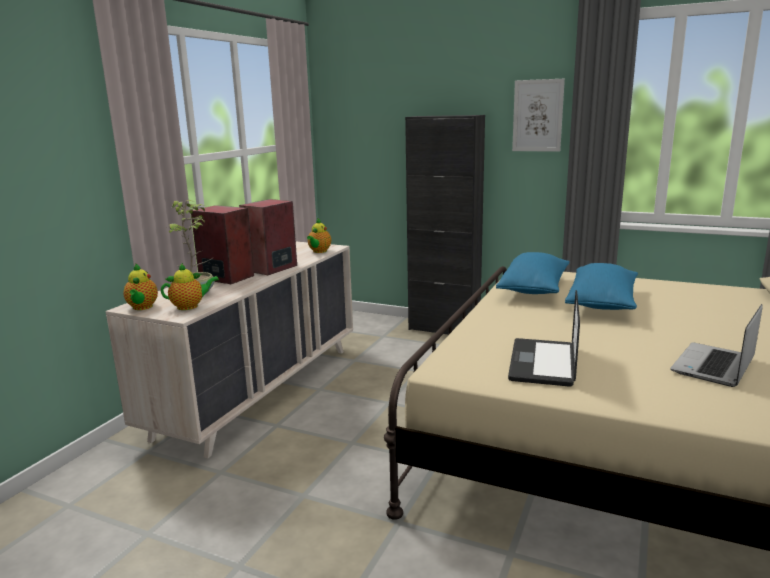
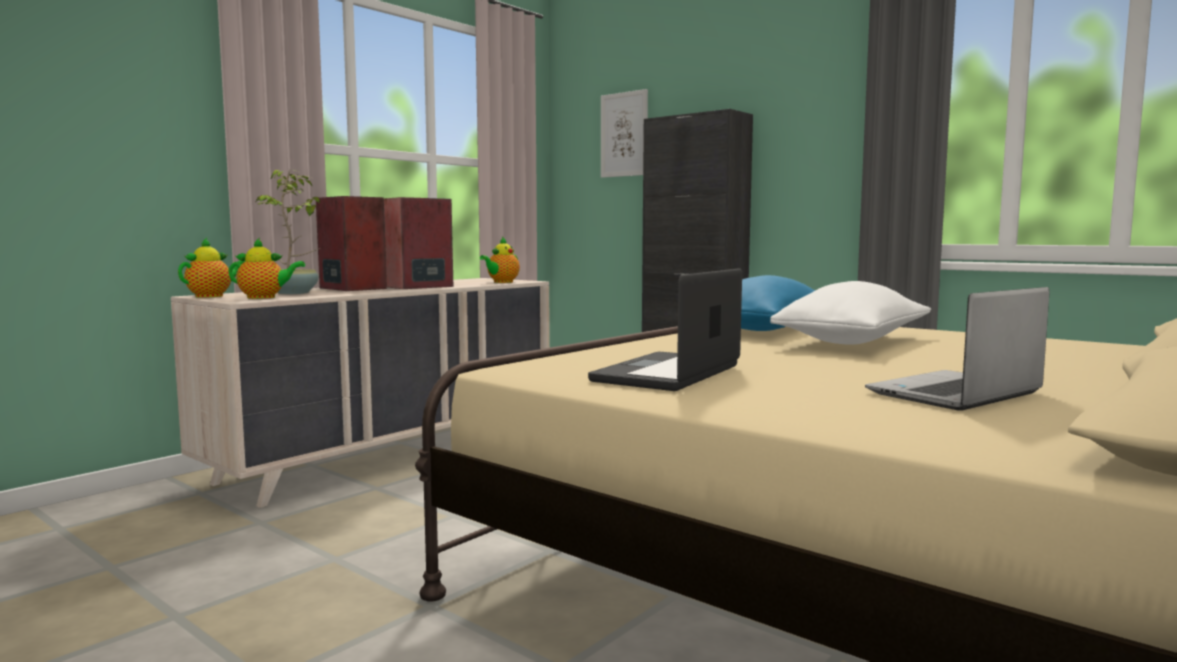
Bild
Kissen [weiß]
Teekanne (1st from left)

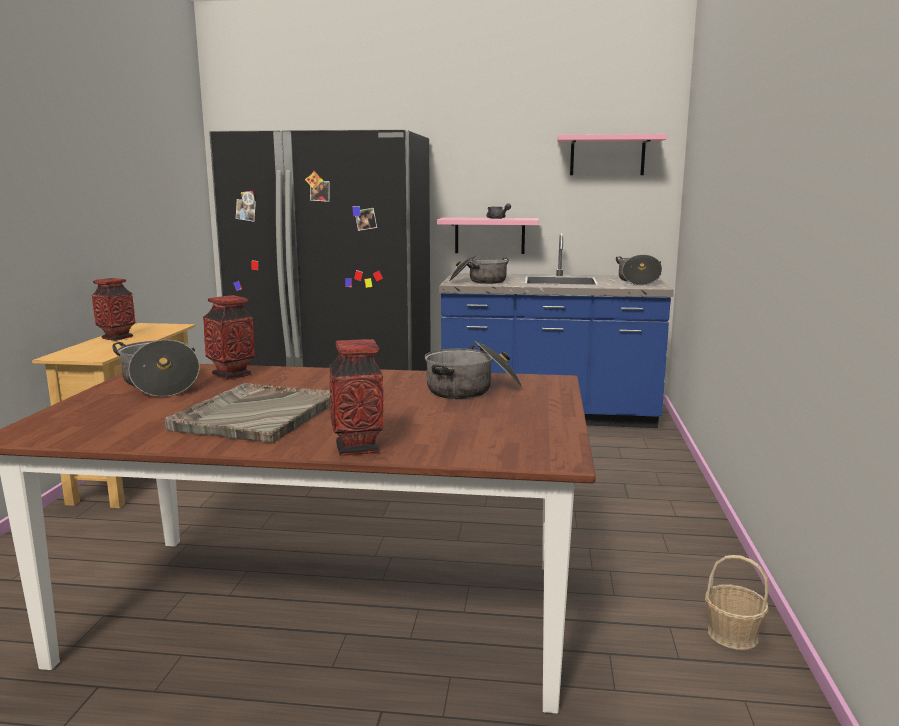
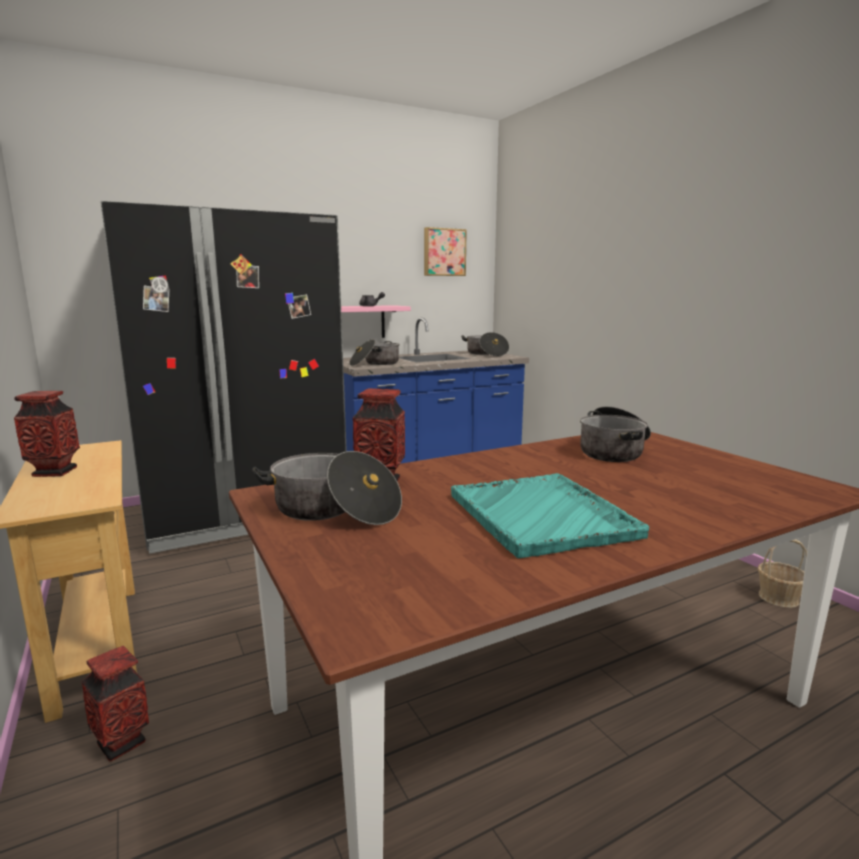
Bild
Vase (2nd from left)
Tablett [türkis]

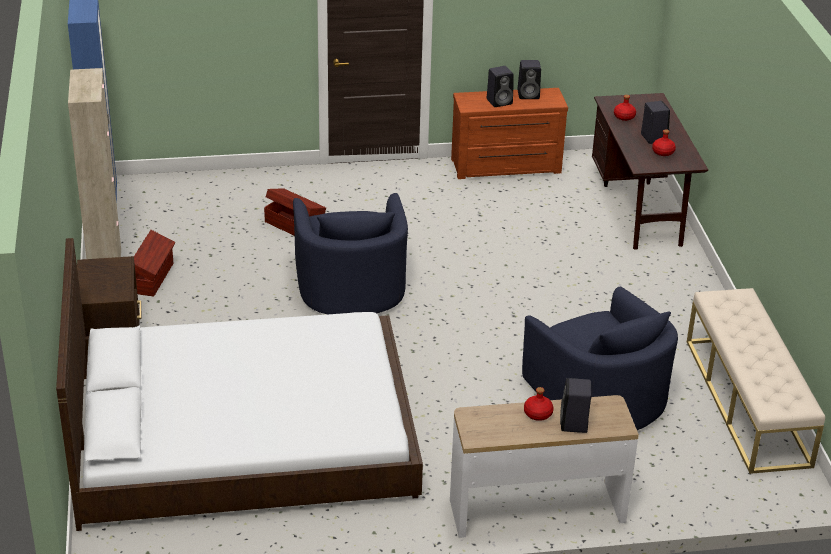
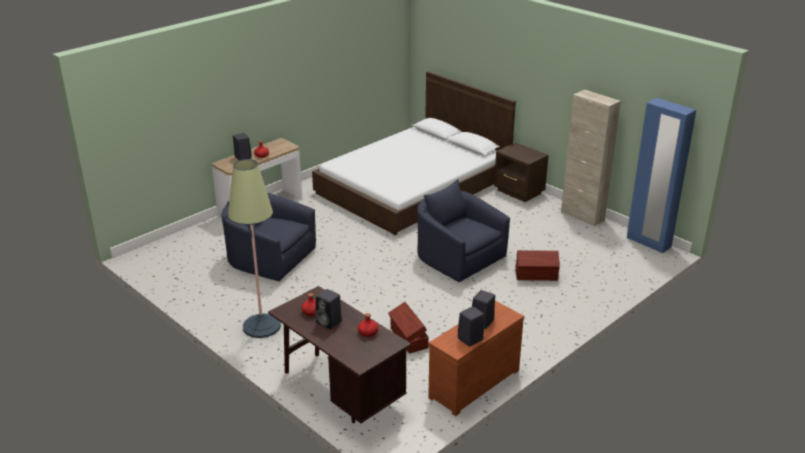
Aufbewahrungsbox [braun] (1st from left)
Bank [beige]
Stehlampe

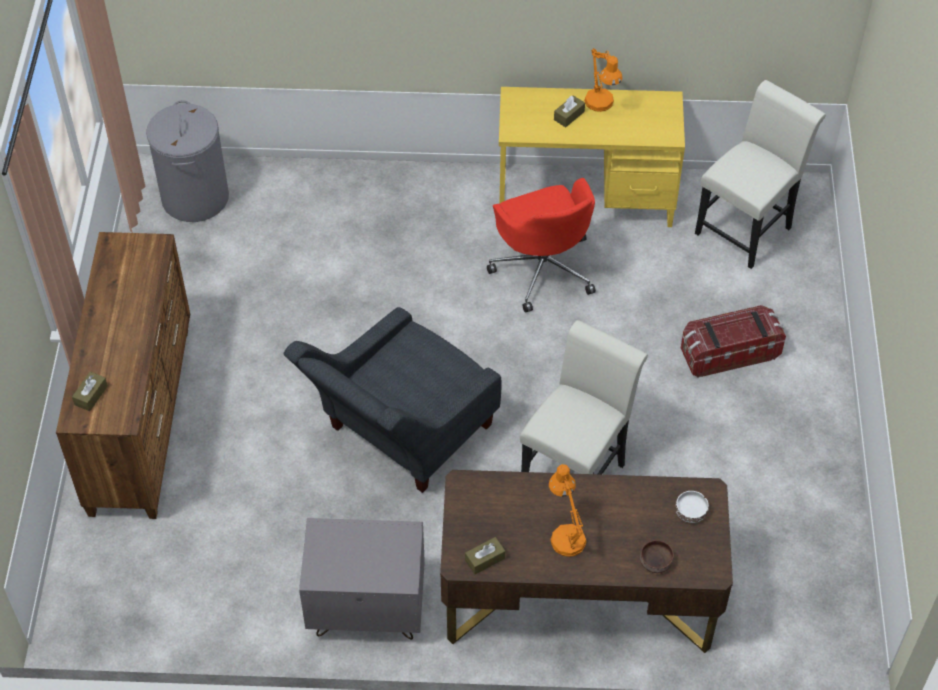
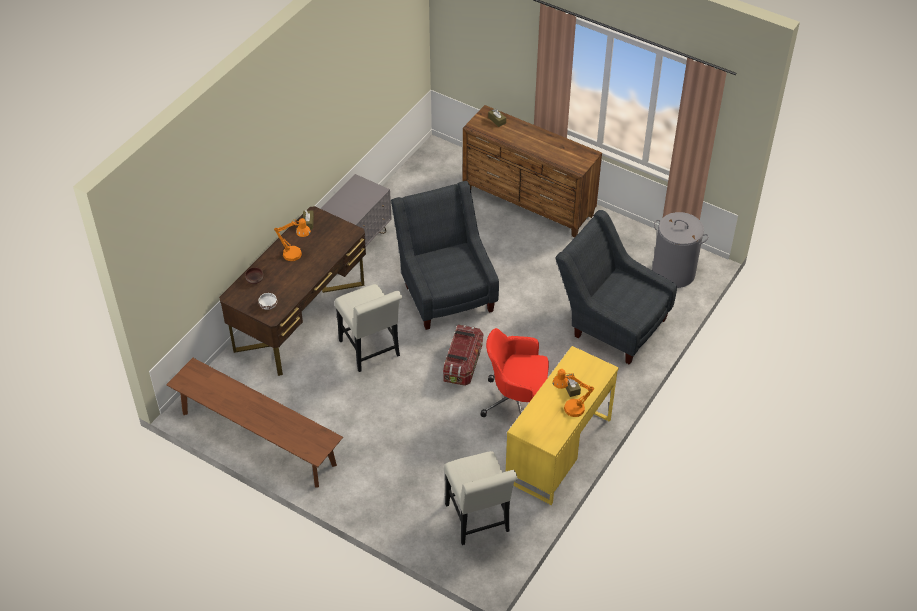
Aufbewahrungsbox
Sessel [grau] (2nd from left)
Bank [braun]

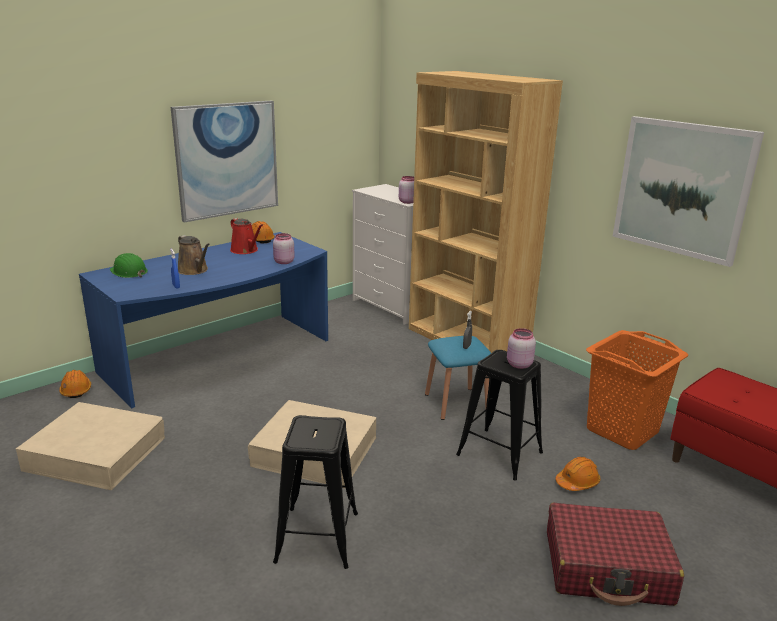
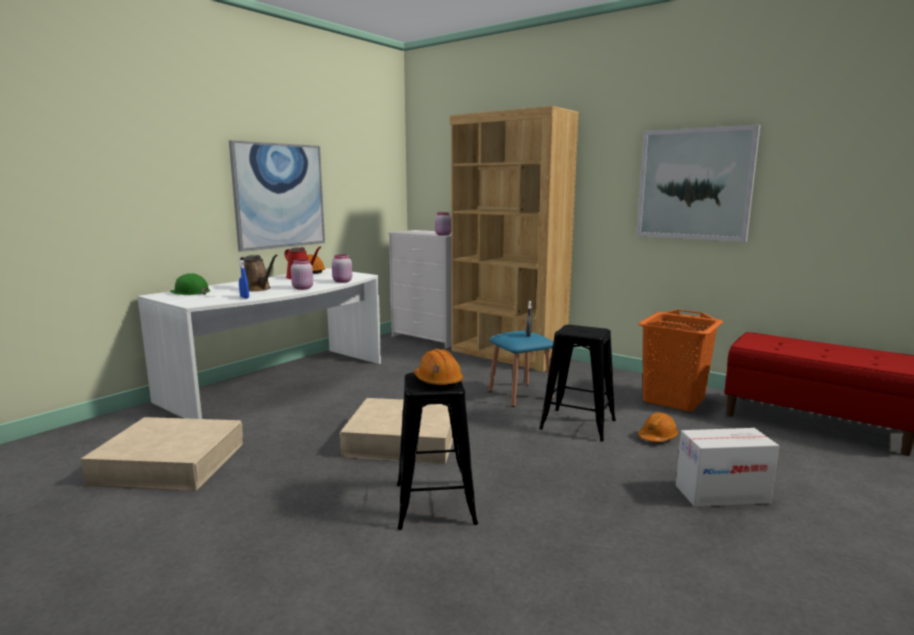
Schreibtisch [weiß]
Vorratsglas [rosa] (1st from left)
Schutzhelm [orange] (2nd from left)
Karton

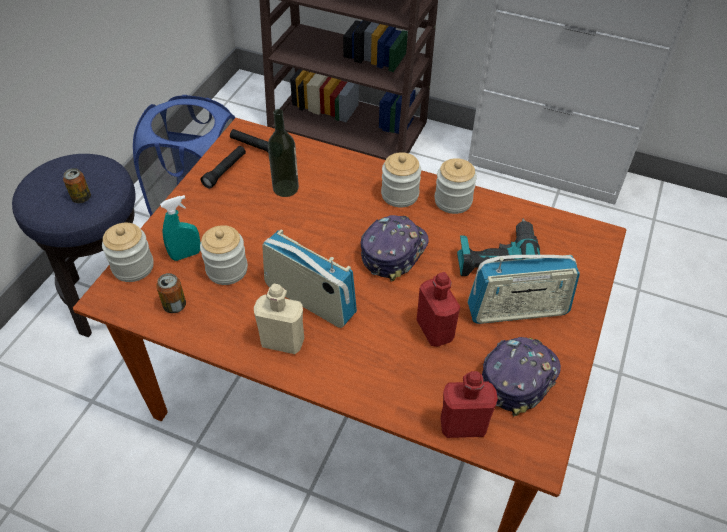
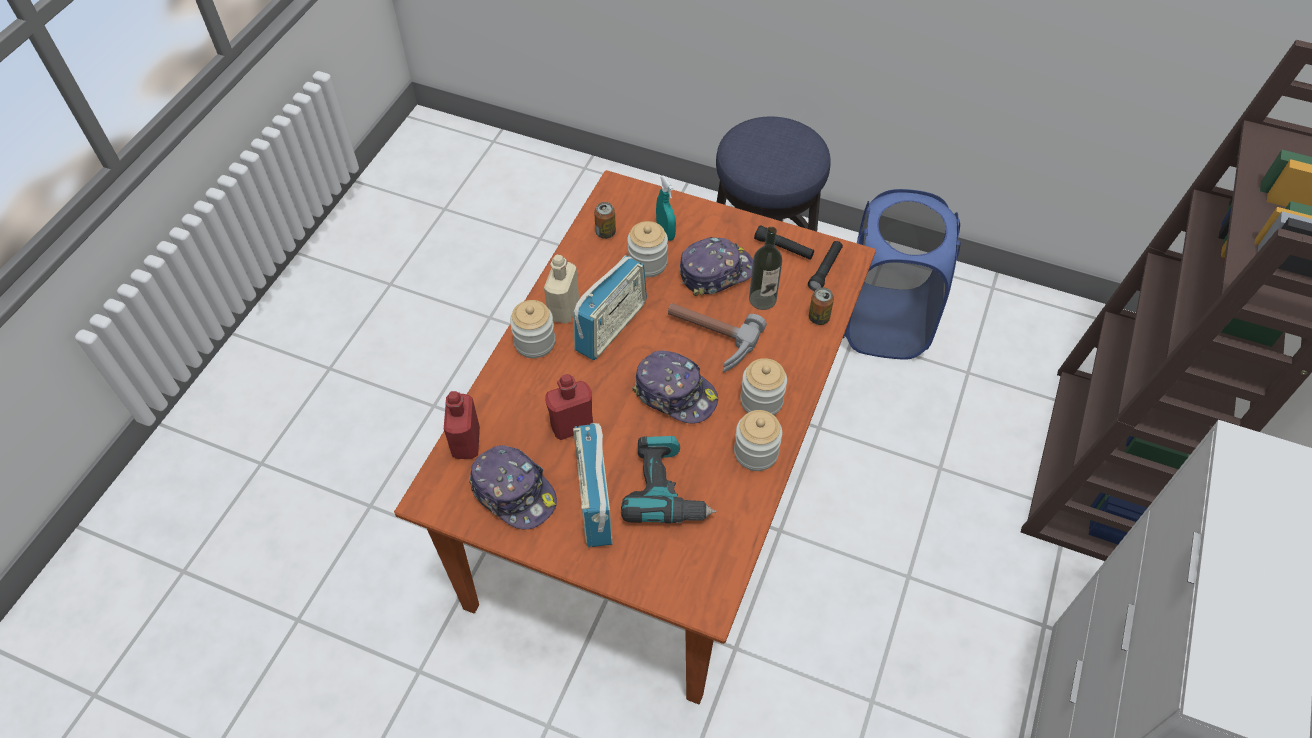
Dose (2nd from left)
Vorratsglas (1st from left)
Kappe (3rd from left)
Hammer

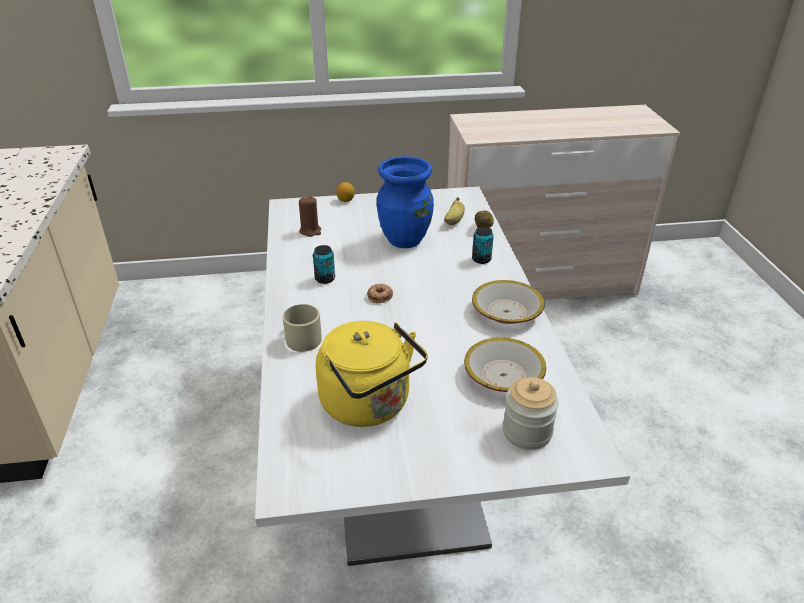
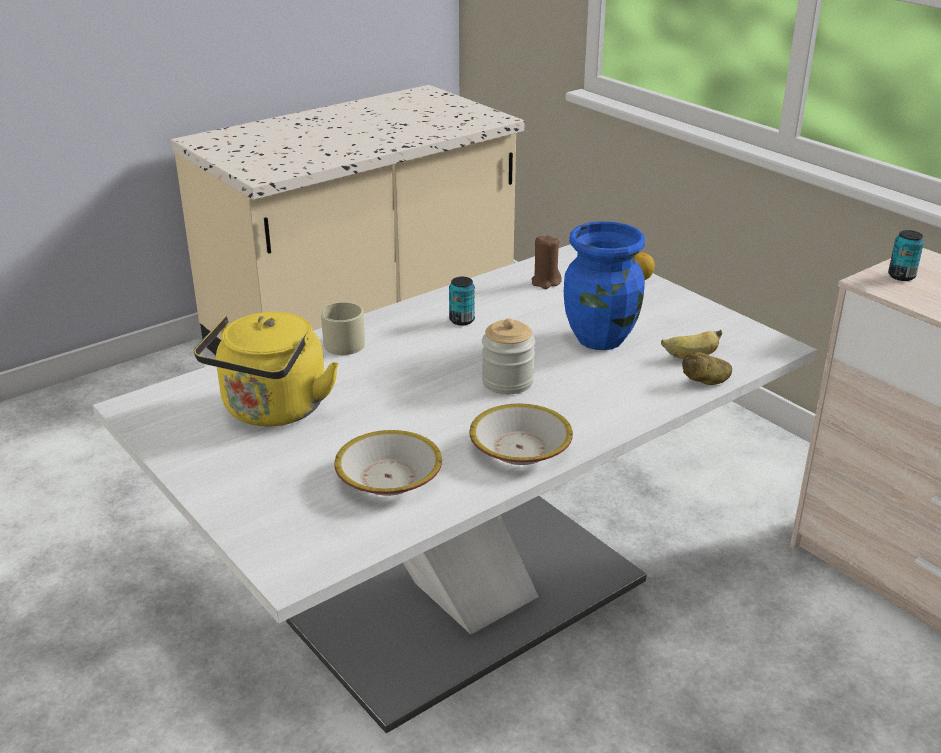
Dose (2nd from left)
Donut
Vorratsglas

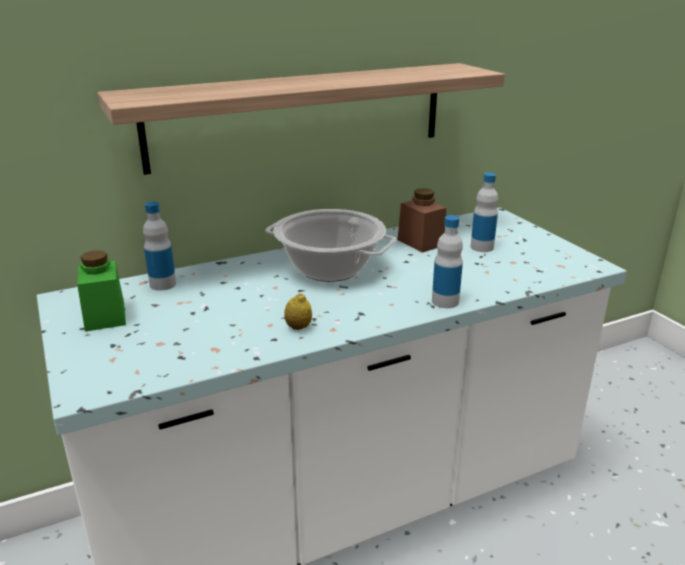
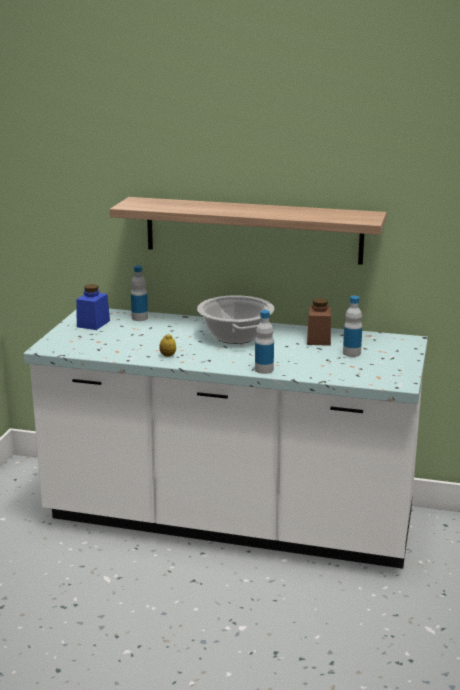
Vorratsglas [blau]

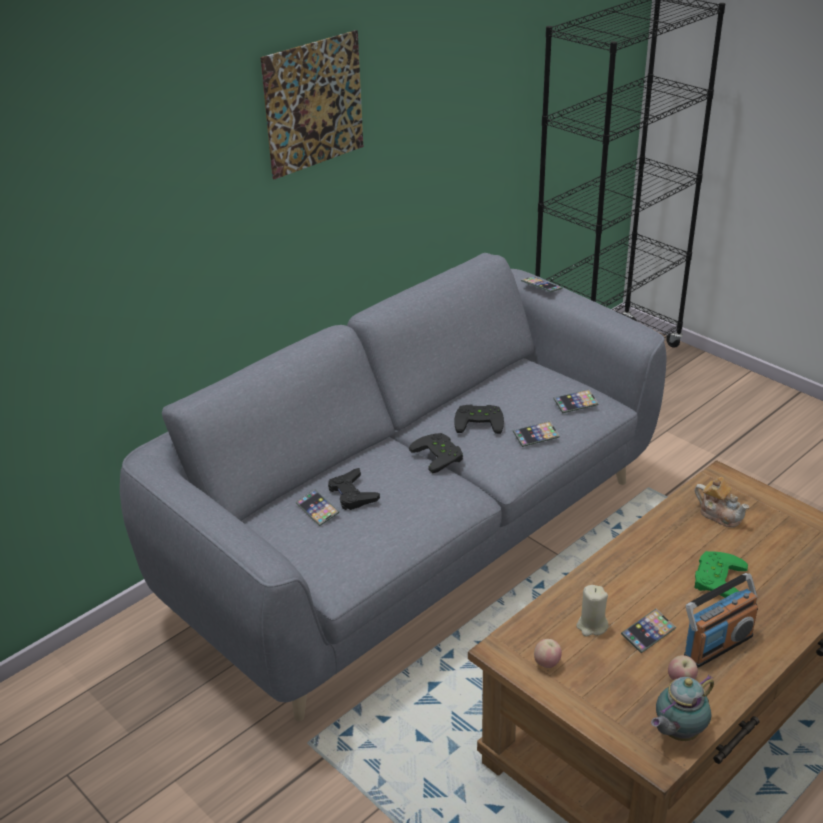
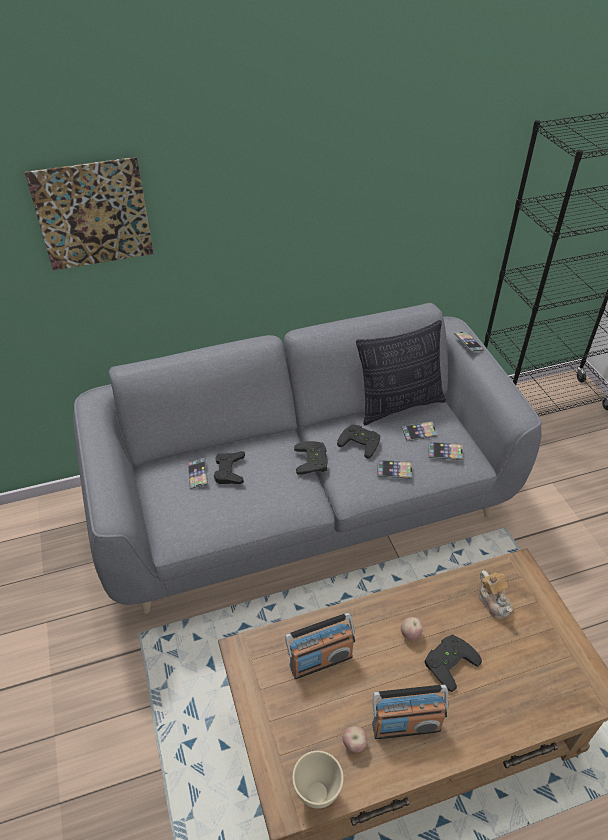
Bild
Gamepad [schwarz] (4th from left)
Radio (1st from left)
Handy (3rd from left)
Apfel (2nd from left)
Schüssel [beige]
Kissen

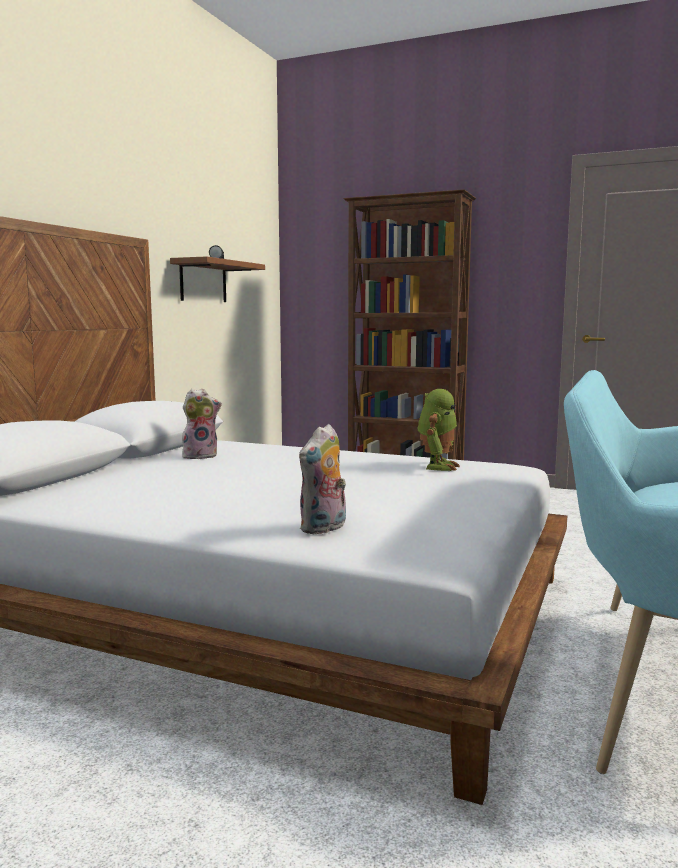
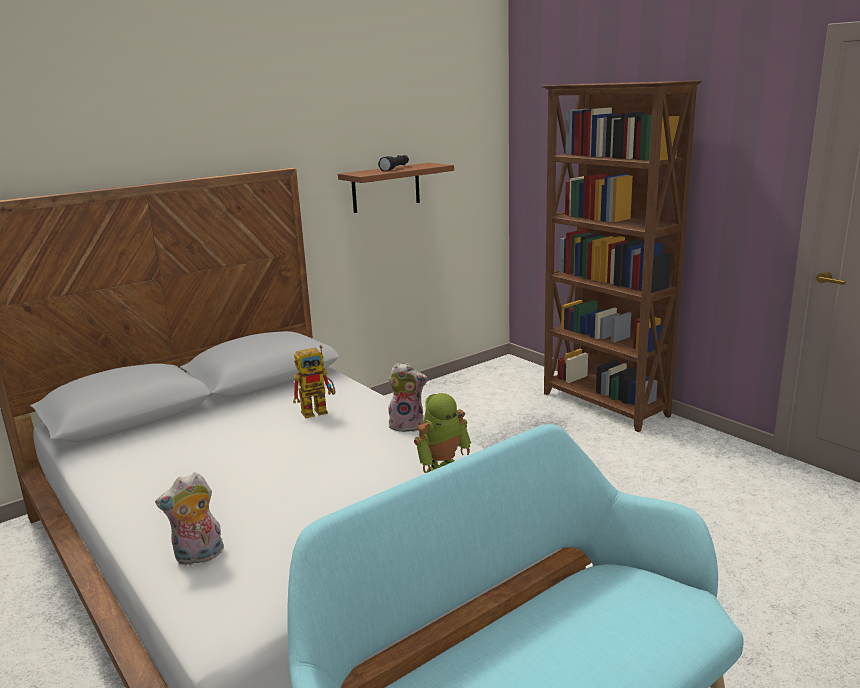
Plüschtier (2nd from left)
Spielzeugroboter (1st from left)

